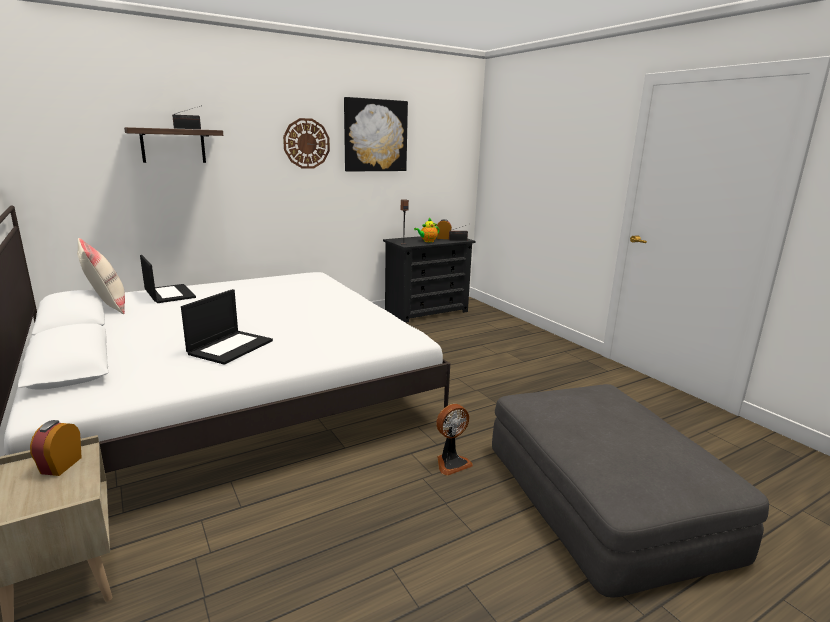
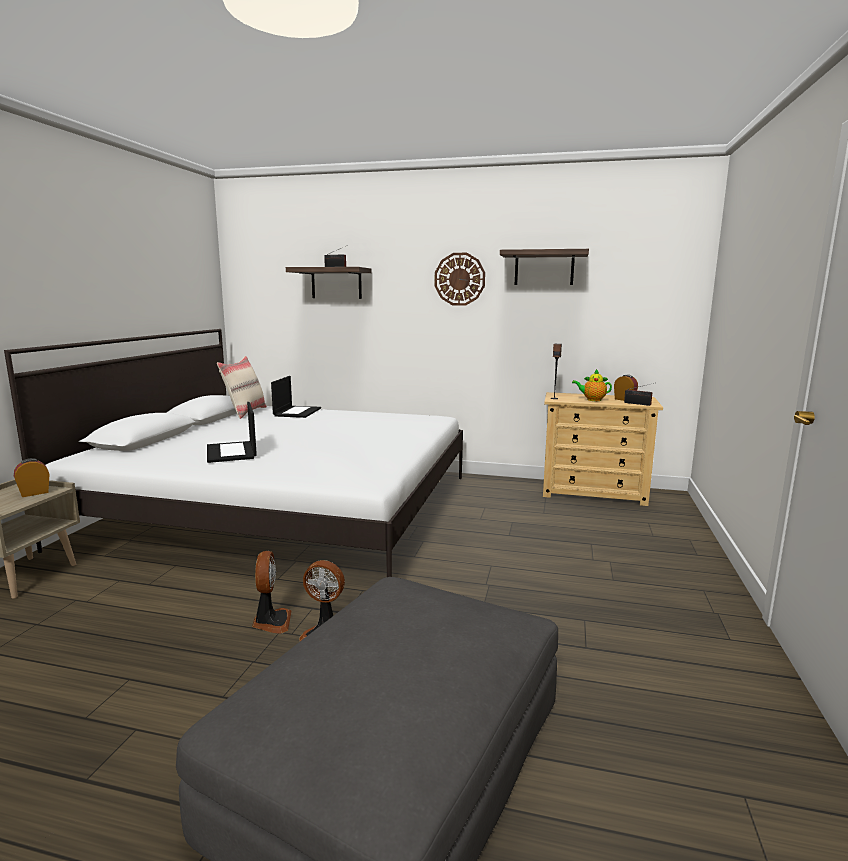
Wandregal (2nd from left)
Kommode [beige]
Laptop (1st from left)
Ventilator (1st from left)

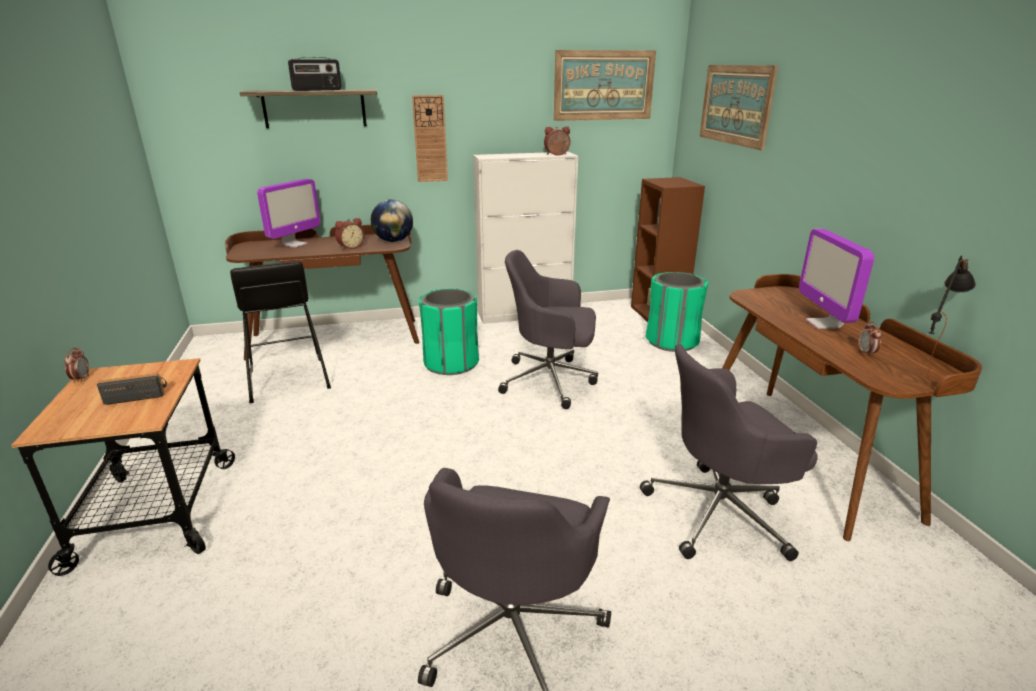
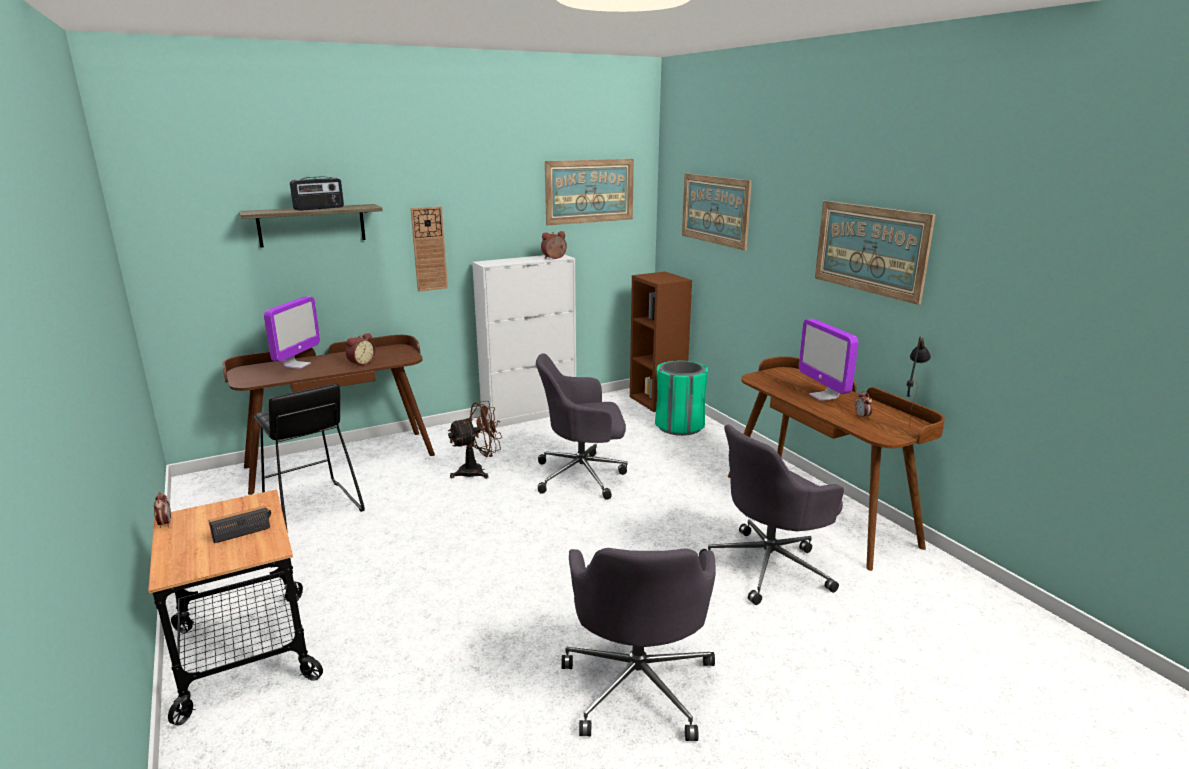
Globus
Ventilator [braun]
Bild (3rd from left)

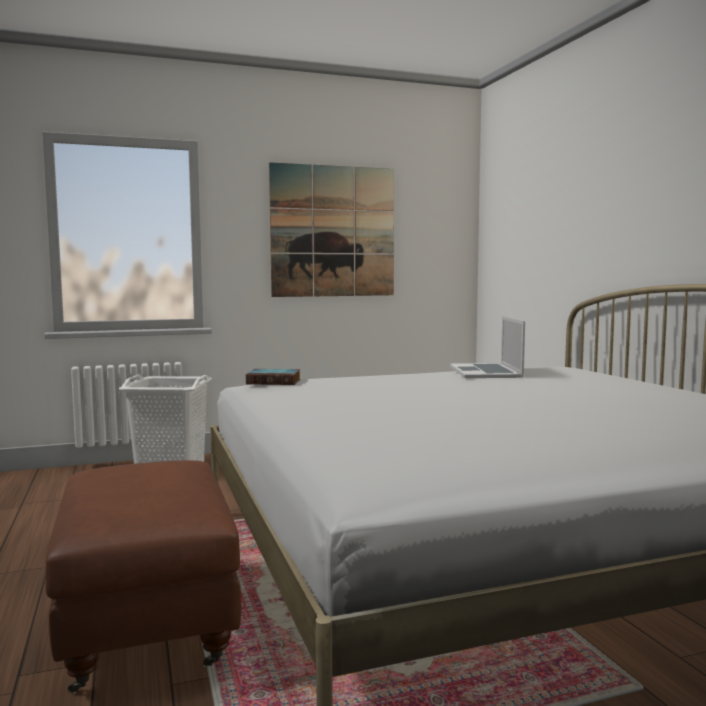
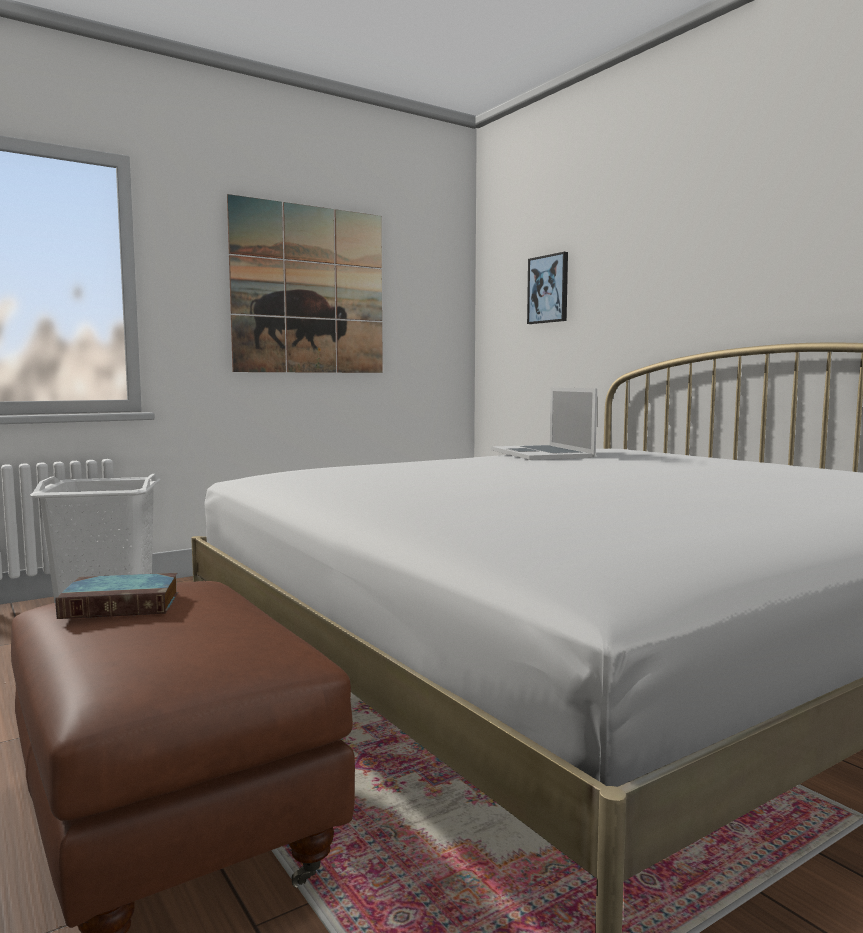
Buch
Bild (2nd from left)

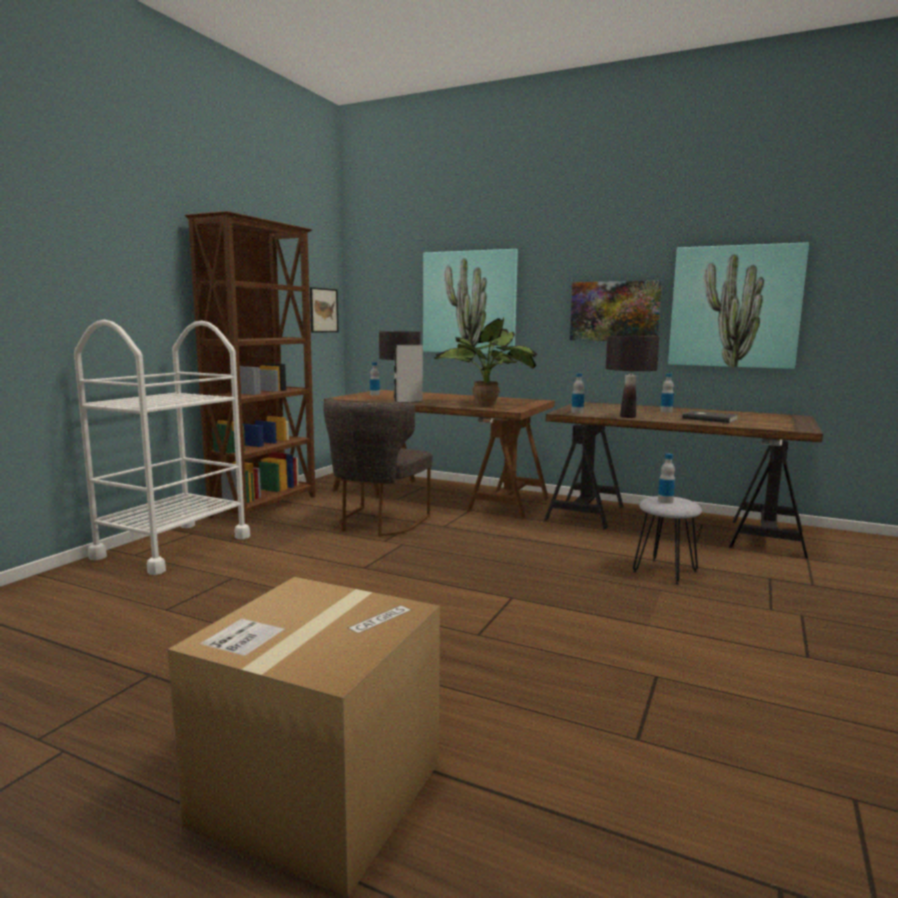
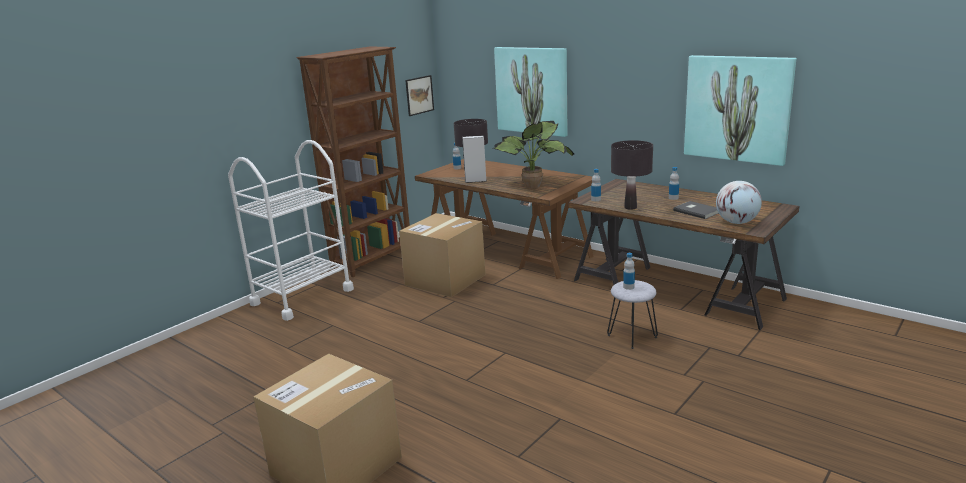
Bild (3rd from left in the first image)
Karton (2nd from left)
Globus

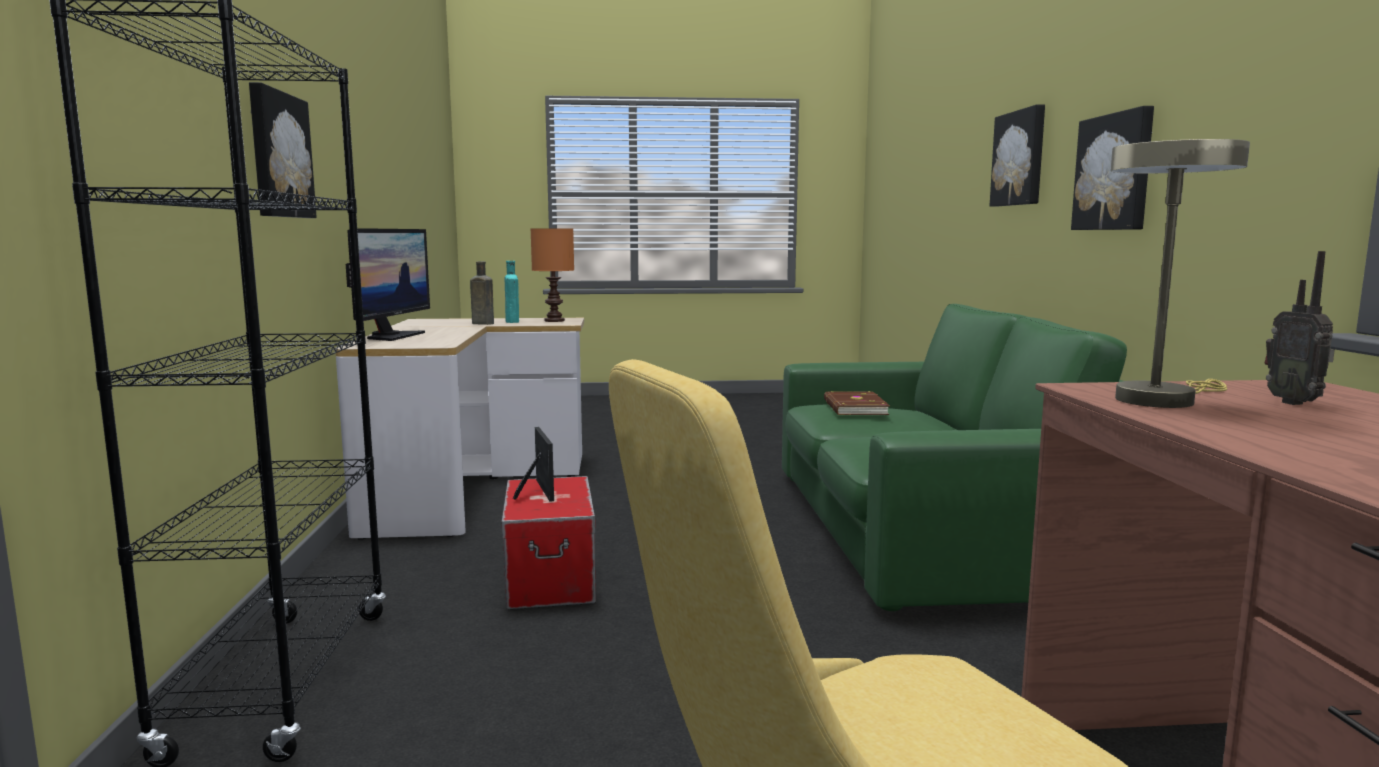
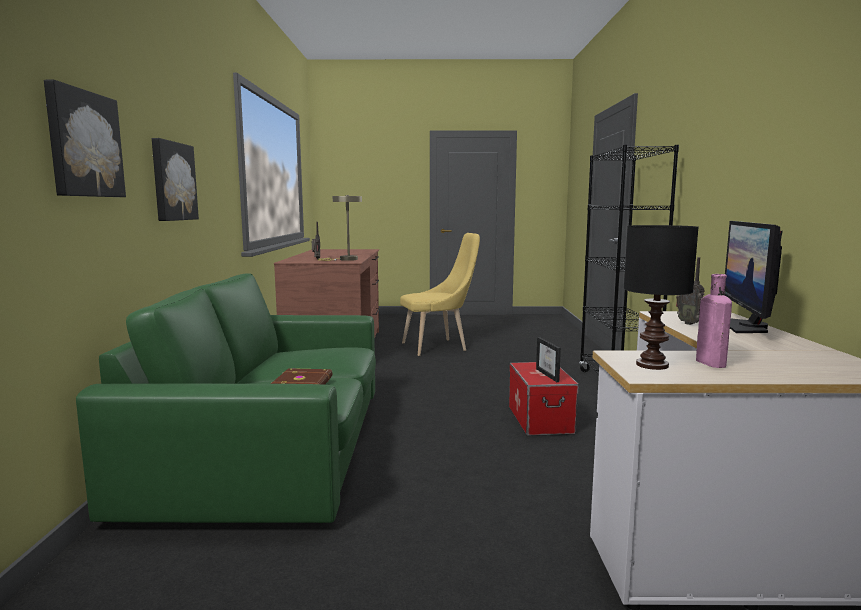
Bild (1st from left in the first image)
Tischlampe [schwarz]
Flasche [braun]
Flasche [rosa]
Radio (2nd from left)

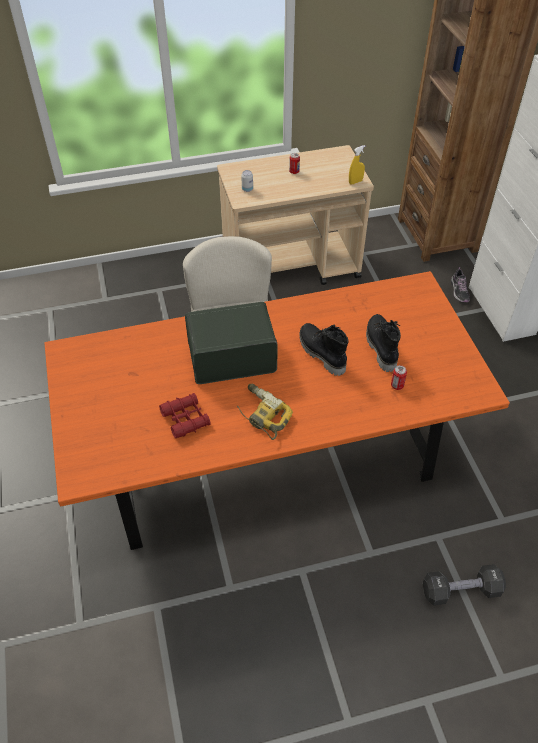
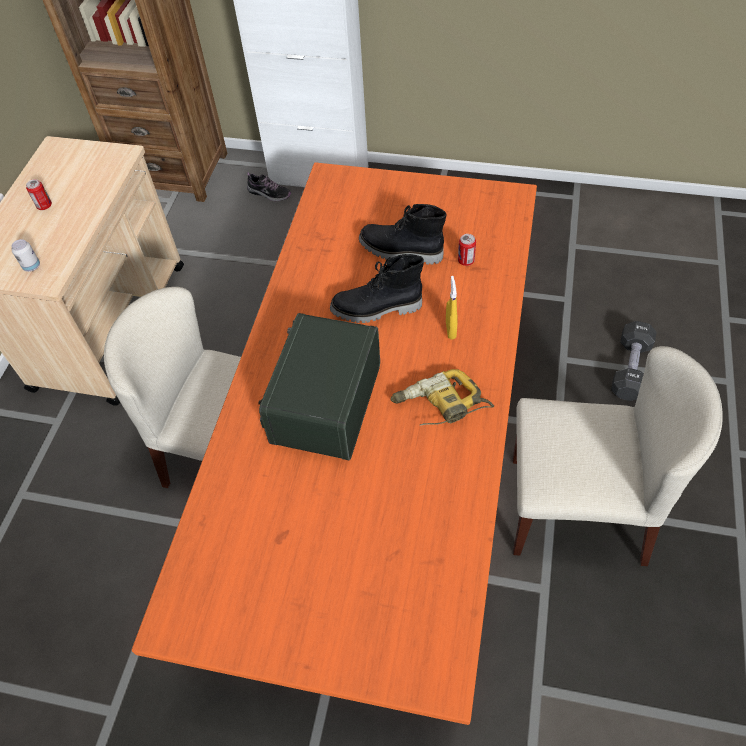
Sprühflasche [gelb]
Fernglas [rot]
Stuhl [beige] (2nd from left)

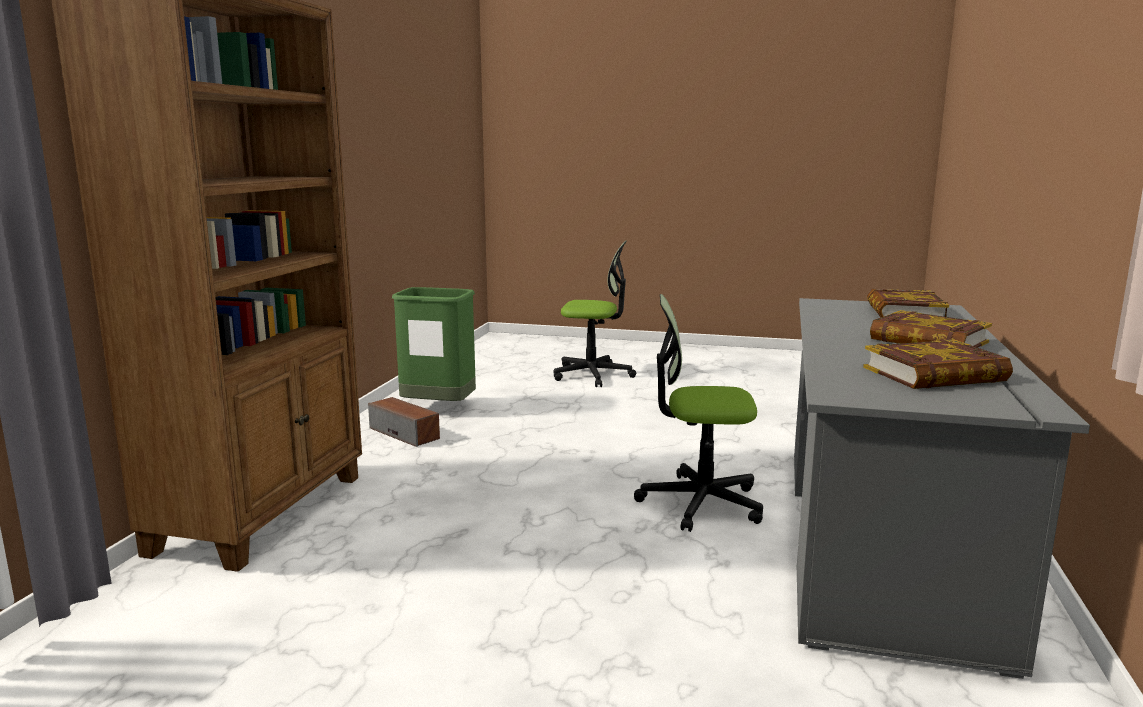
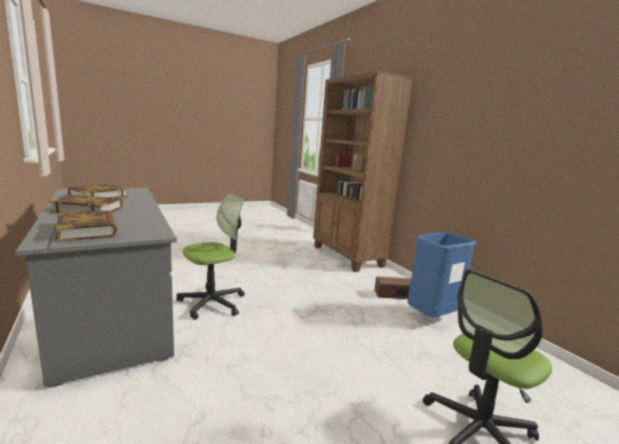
Mülleimer [blau]

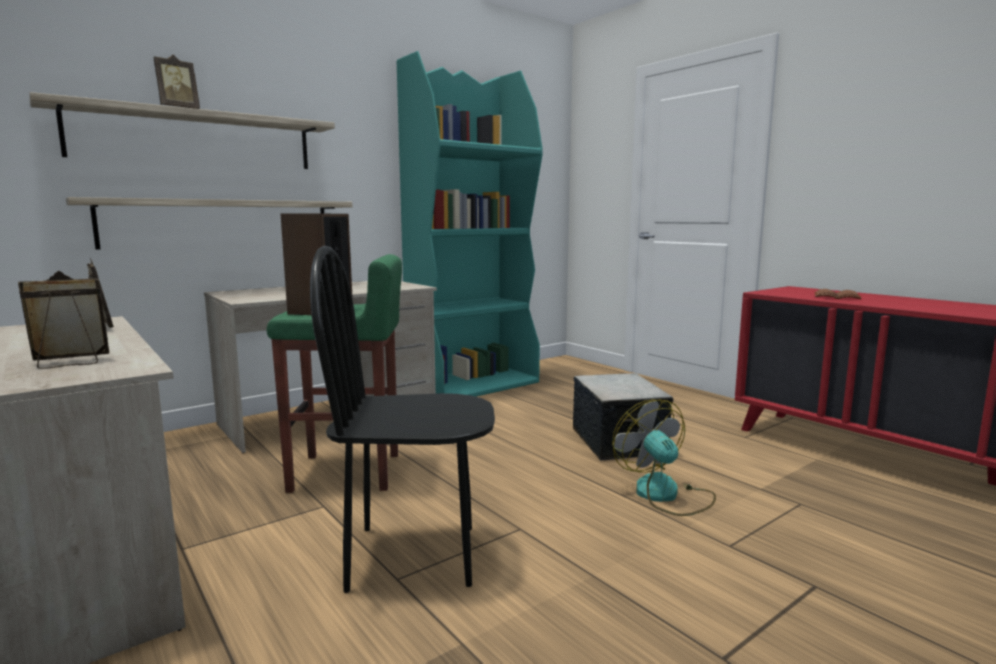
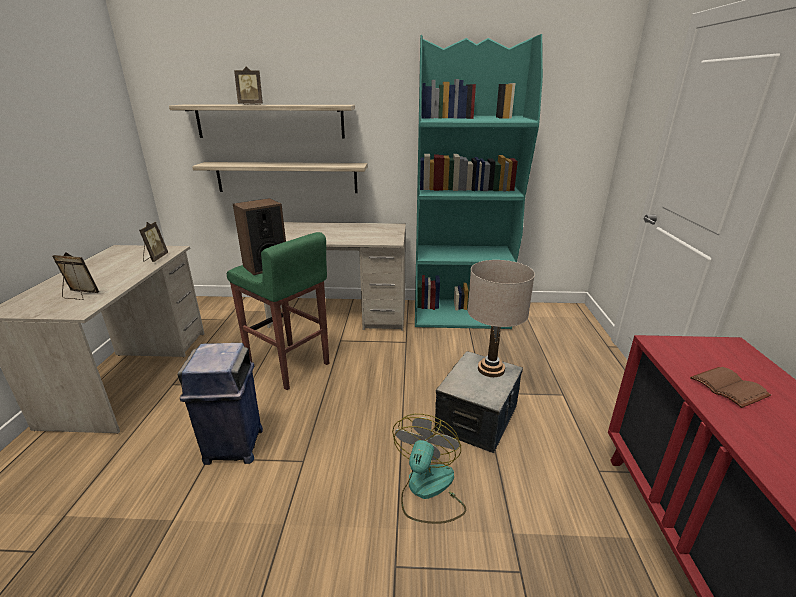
Mülleimer [blau]
Tischlampe [beige]

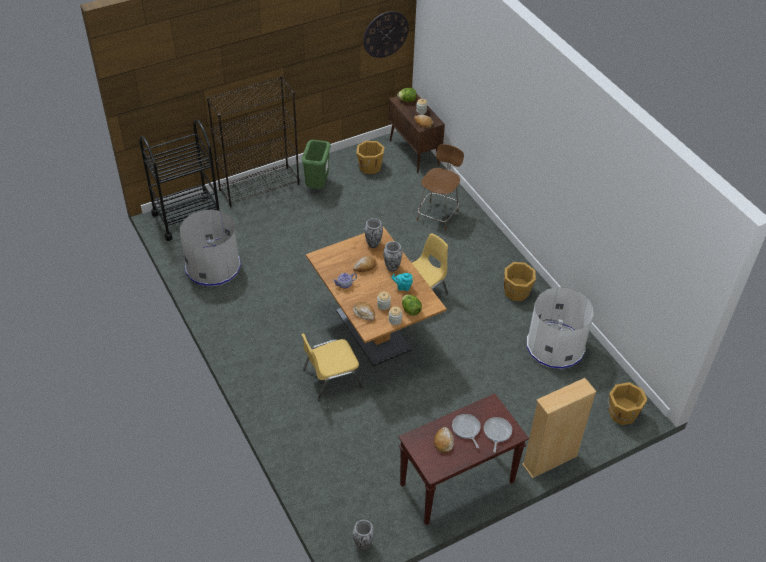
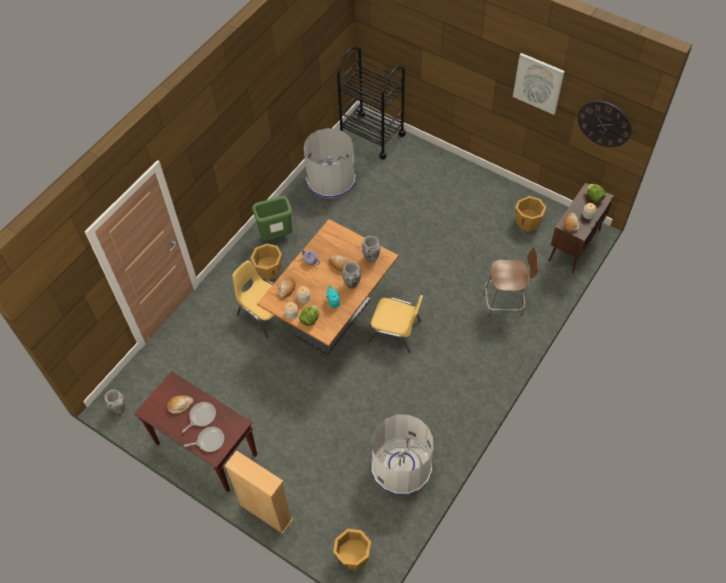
Bücherregal [schwarz]
Mülleimer [grün]
Eimer [orange] (1st from left)
Bild

